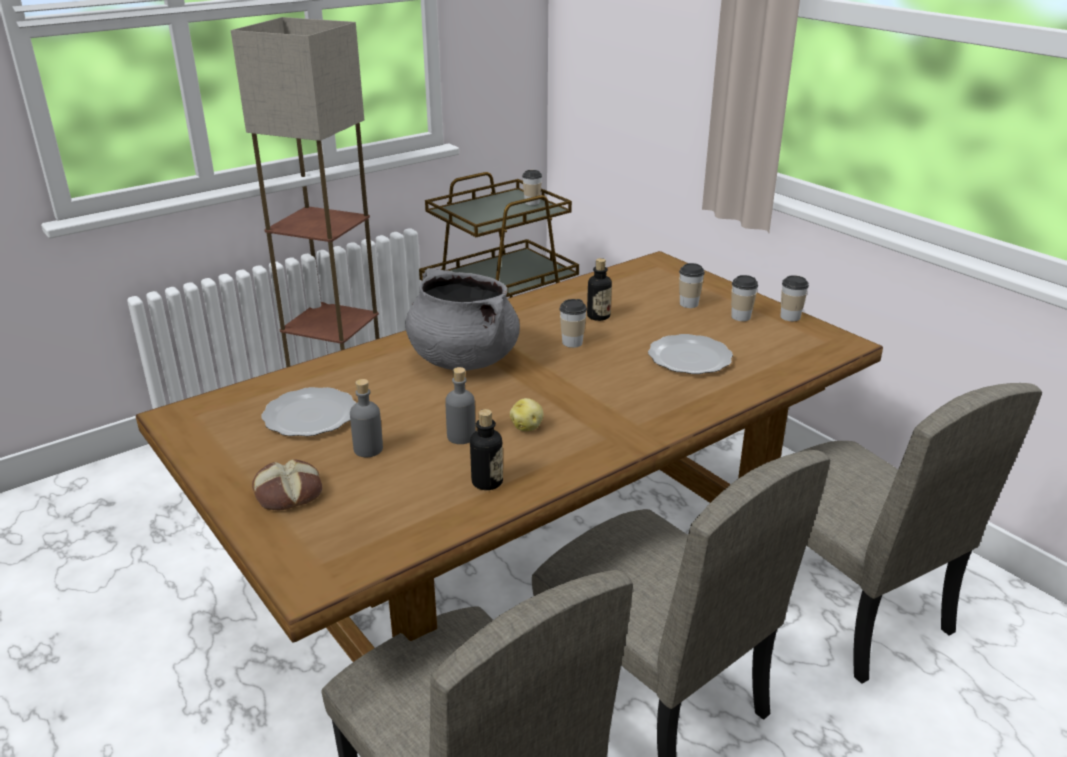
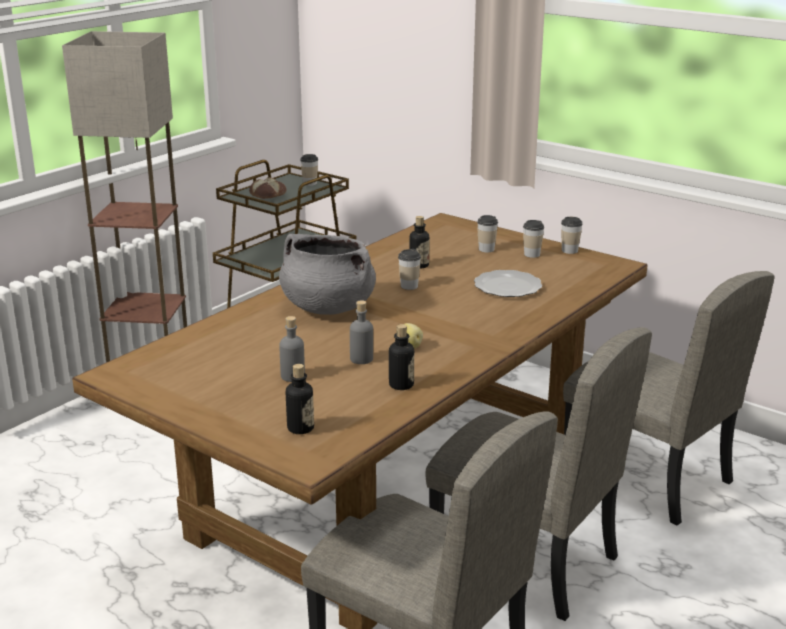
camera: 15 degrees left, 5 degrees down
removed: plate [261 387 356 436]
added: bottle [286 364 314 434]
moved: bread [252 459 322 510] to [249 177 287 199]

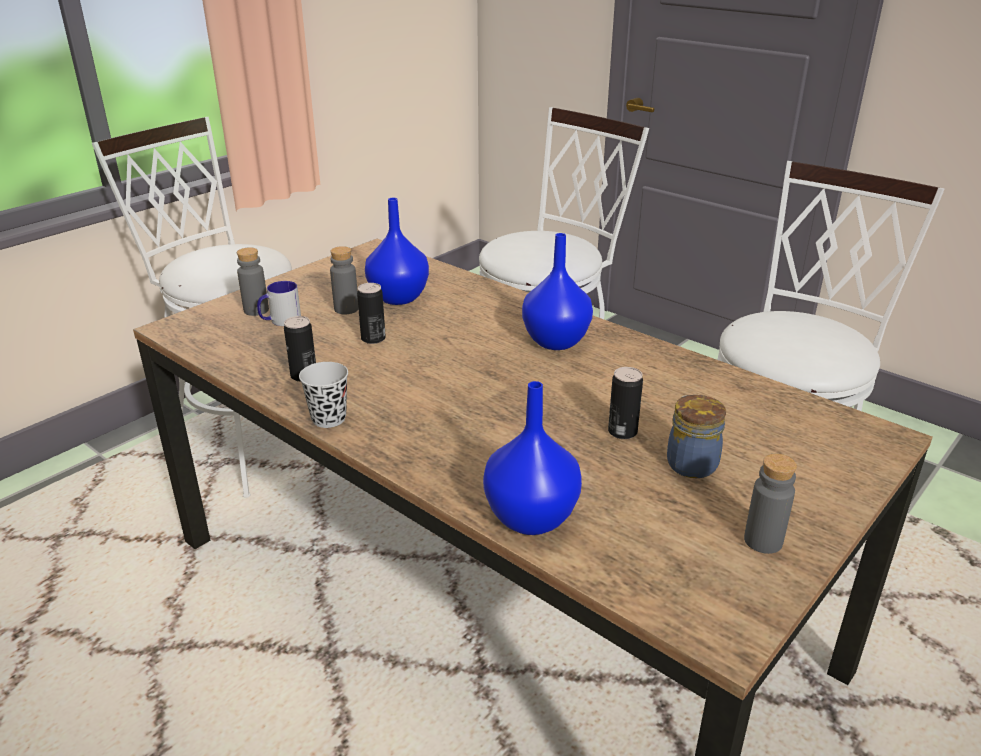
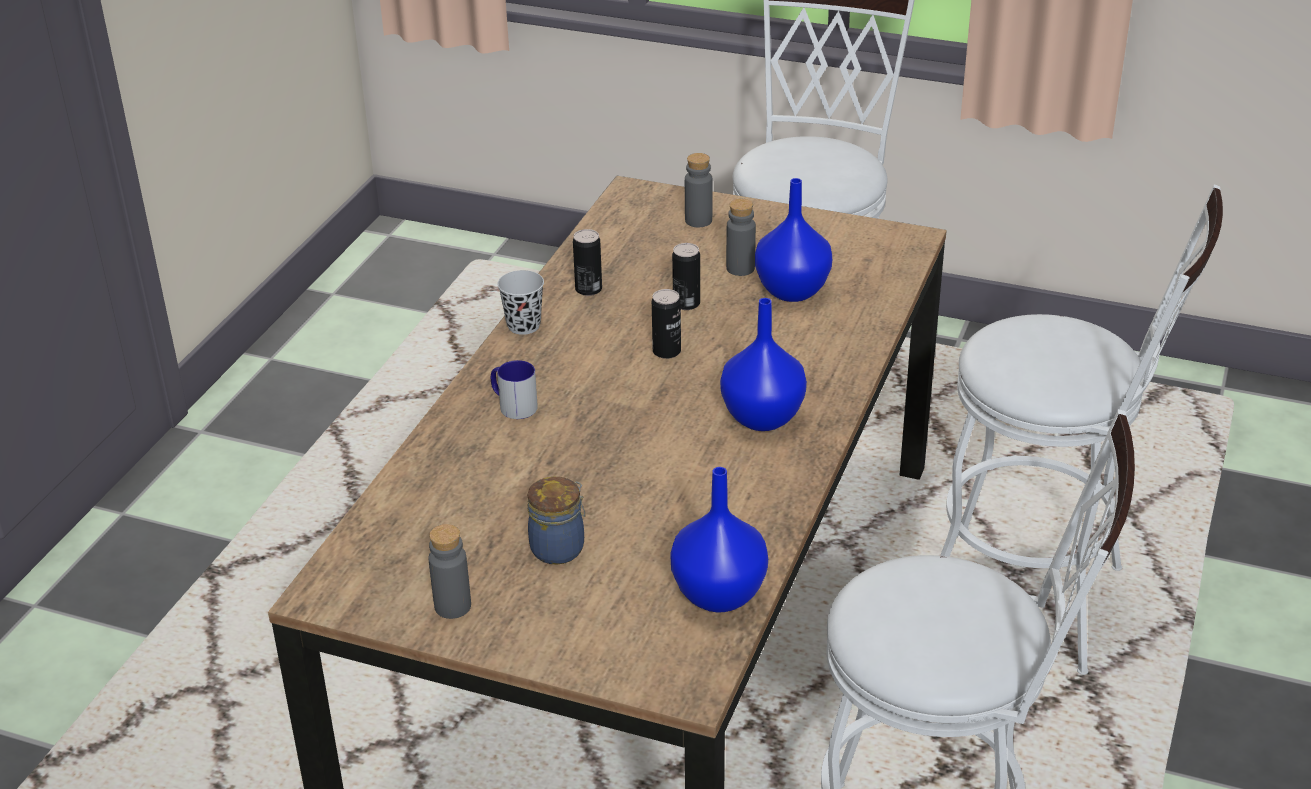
camera: 70 degrees right, 5 degrees up
moved: mug [257 281 301 326] to [491 360 538 419]; blue vase [483 381 582 535] to [670 467 768 612]; can [608 367 643 439] to [652 289 681 359]

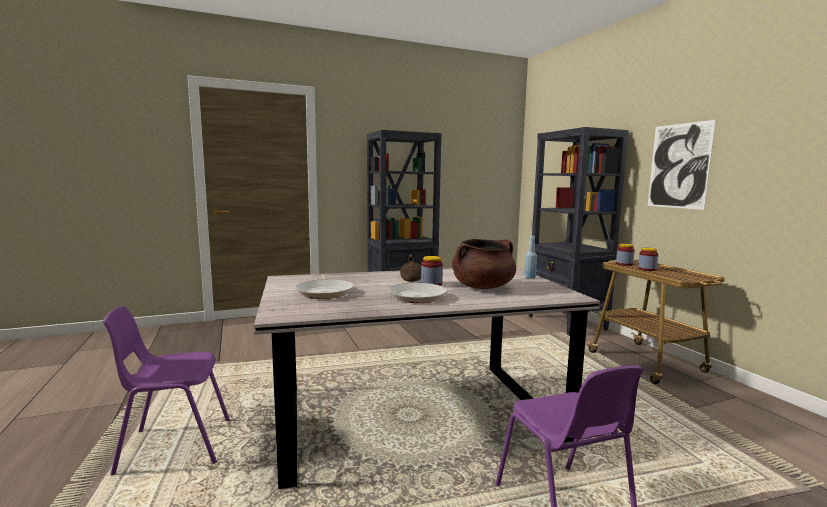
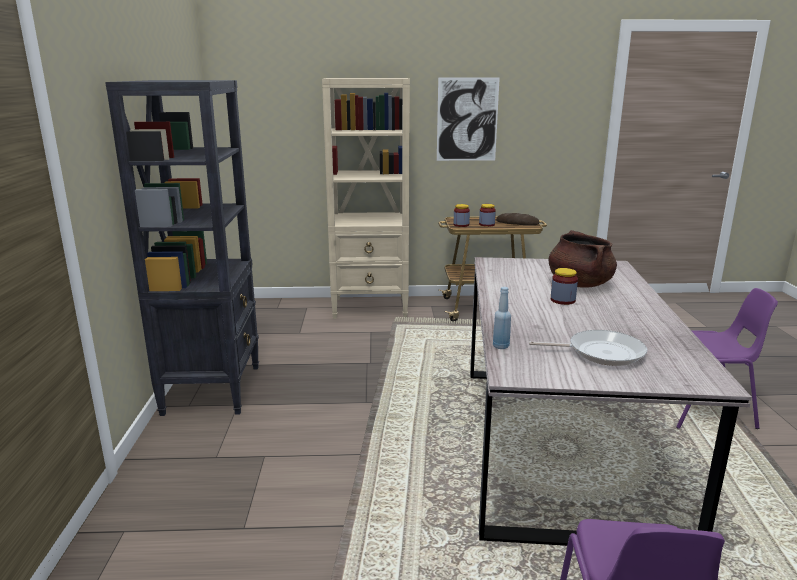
camera: 70 degrees left, 10 degrees up
removed: frying pan [388 277 447 303]
moved: bread [400 262 421 282] to [496 213 539 225]; blue bottle [524 236 537 279] to [493 287 511 349]
recoloured: black bookcase [528 127 629 336] to beige bookcase [322 78 410 319]

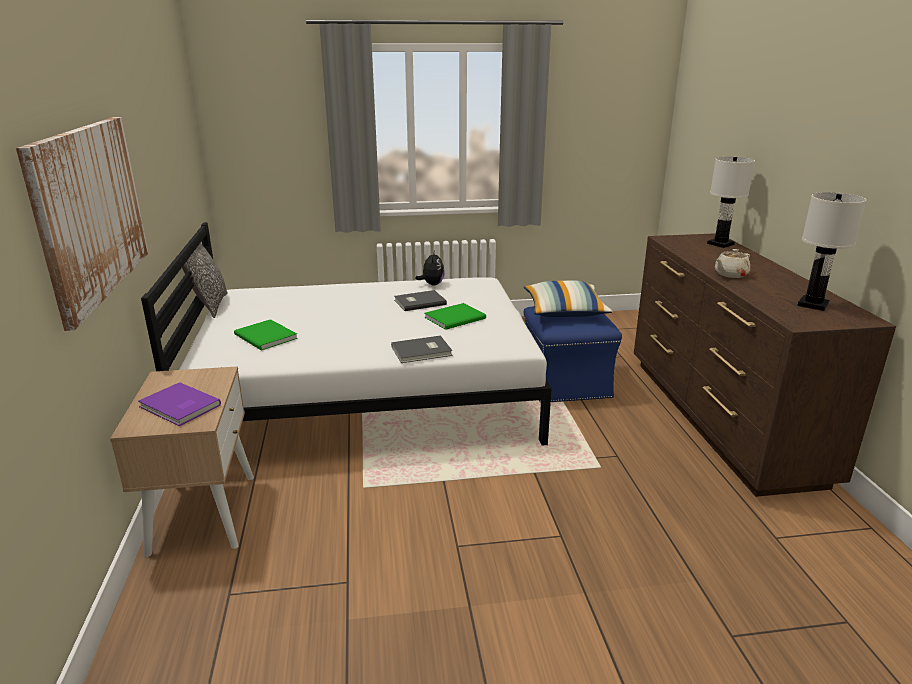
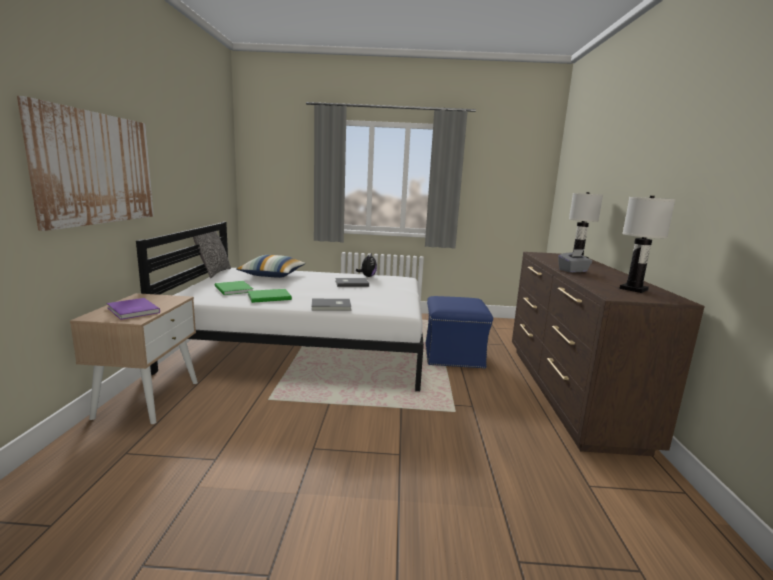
camera: 10 degrees right, 10 degrees down
moved: green book [424 303 486 330] to [248 289 292 303]; pillow [523 280 613 317] to [236 255 305 278]
replaced: beige teapot [715 249 750 278] to grey tissue box [558 249 592 273]

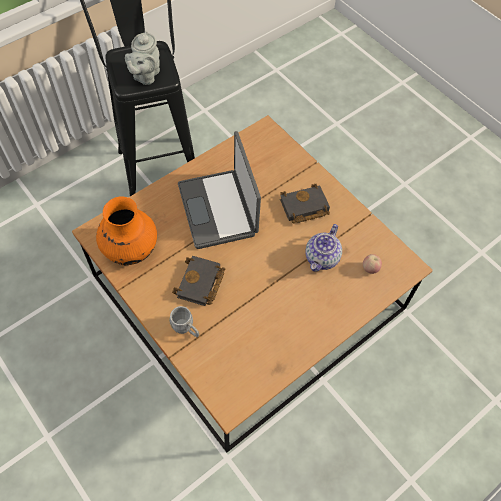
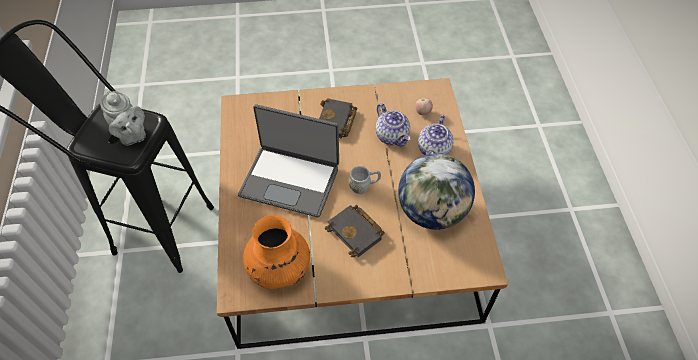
camera: 55 degrees left, 5 degrees down
added: globe [398 153 475 230]; teapot [418 115 454 155]
moved: grey mug [169 306 199 337] to [349 166 381 194]

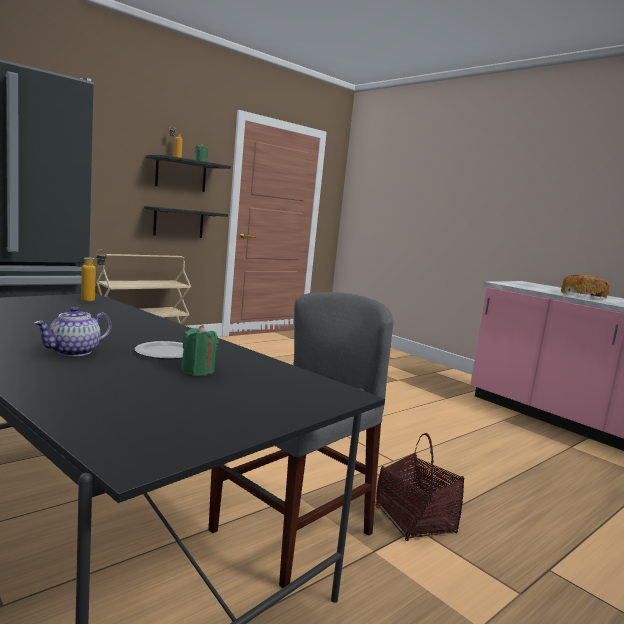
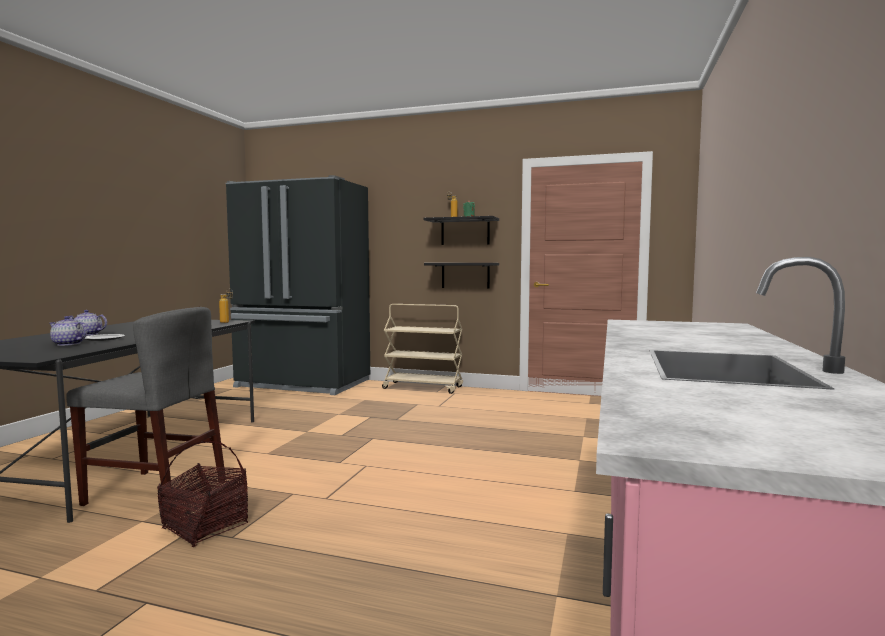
camera: 60 degrees right, 5 degrees down
removed: bread [561 275 609 298]
replaced: green candle [181 325 219 376] to teapot [49 316 87 346]

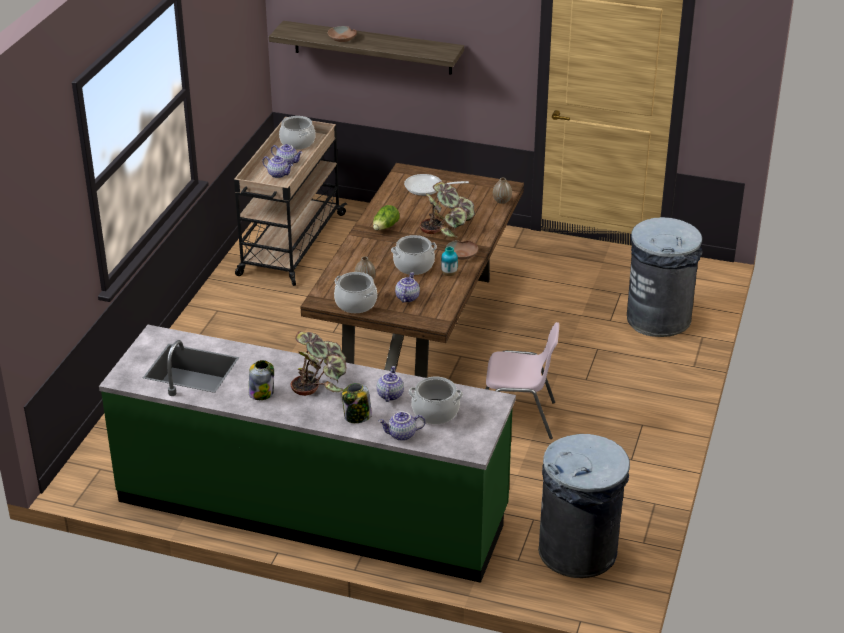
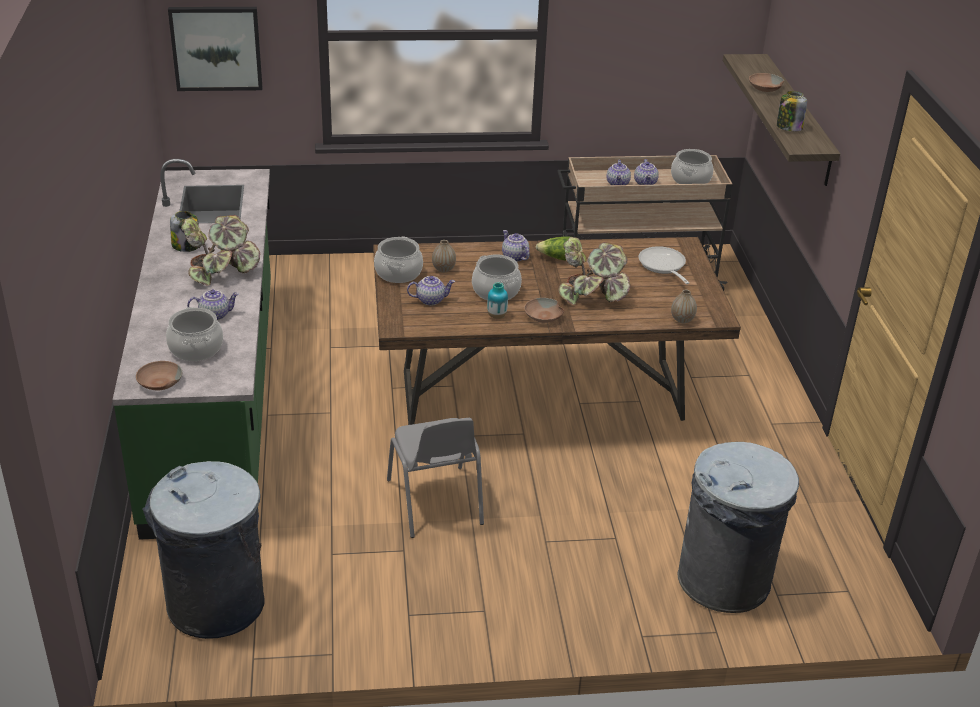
camera: 65 degrees right, 0 degrees up
added: brown bowl [136 361 182 390]; picture [168 7 263 91]
moved: jar [342 383 372 423] to [777 91 807 132]; teapot [378 412 425 441] to [502 230 530 262]
recoloured: pink chair [486 322 559 439] to grey chair [387 418 484 538]

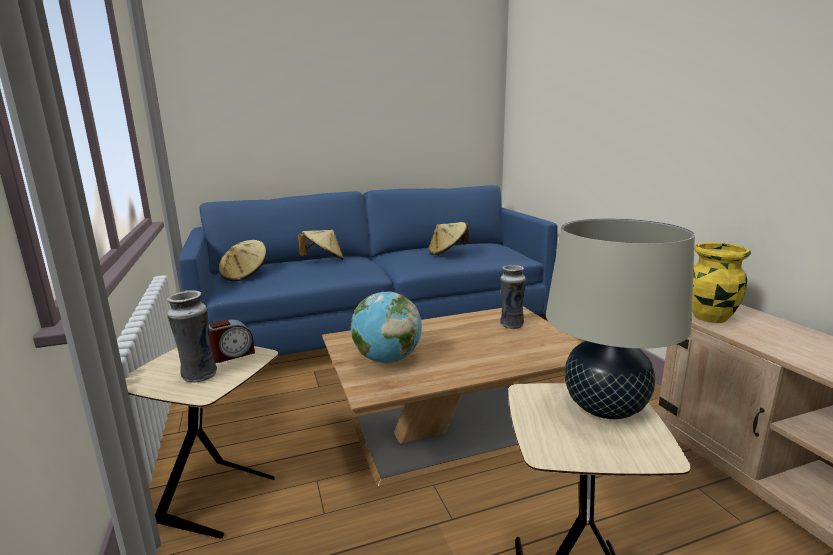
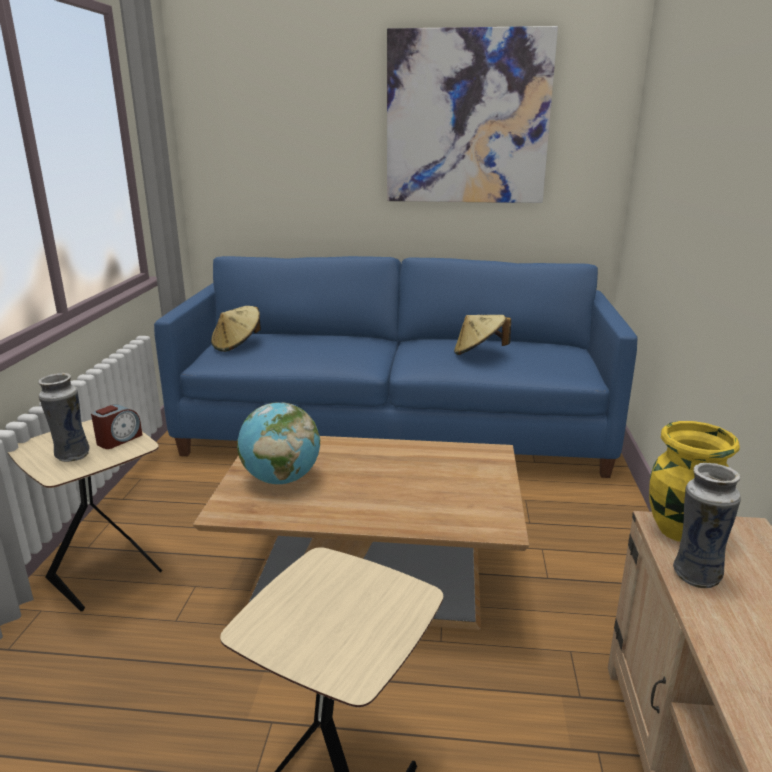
camera: 25 degrees right, 5 degrees up
removed: beige hat [298 230 344 260]; beige table lamp [546 219 695 419]
added: picture [387 26 558 203]
moved: vase [500 265 526 329] to [673 463 741 588]
turned: alarm clock [209 319 255 363] = [91 404 142 449] 45 degrees counterclockwise

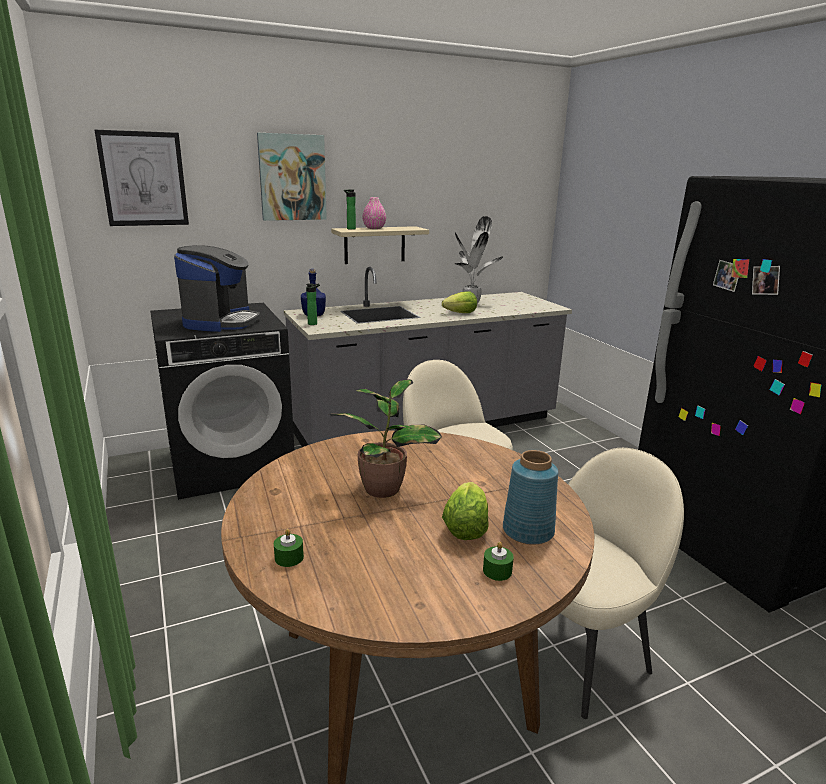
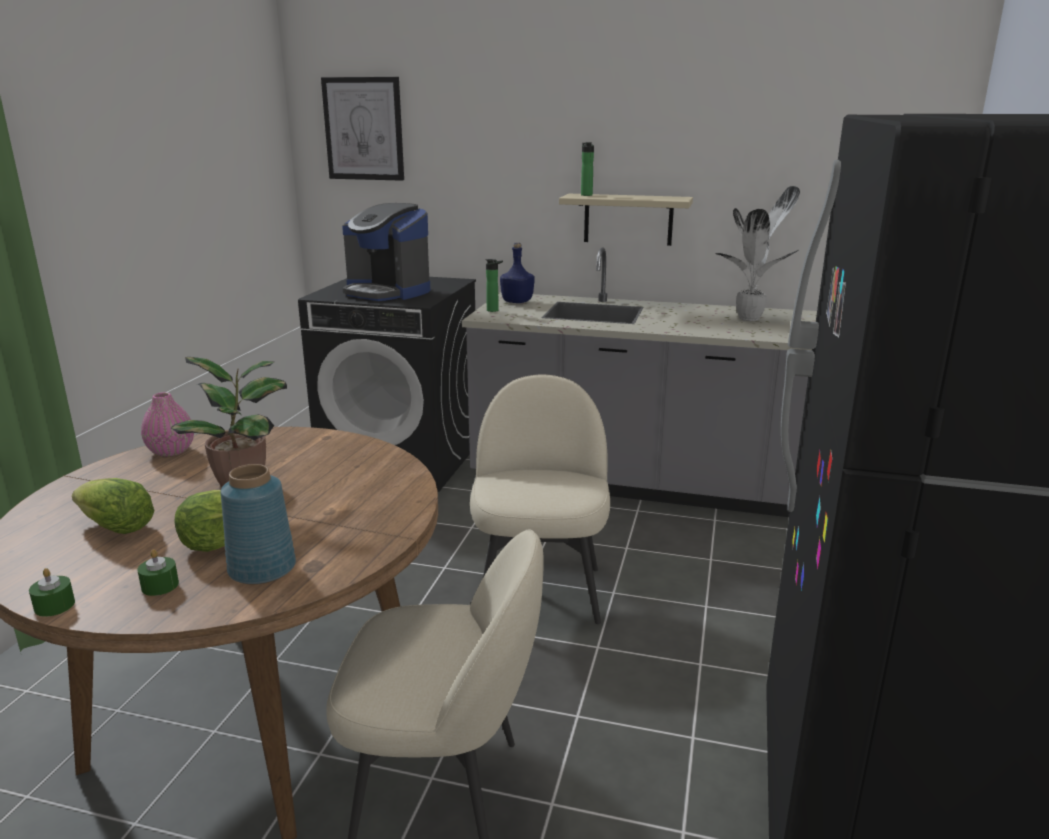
camera: 40 degrees right, 0 degrees up
removed: picture [257 133 327 221]
moved: green candle [274 529 304 567] to [29 568 75 617]; pink vase [362 197 386 229] to [141 392 194 457]; lettuce [442 291 477 313] to [72 478 155 534]
turned: coffee machine [174 245 260 332] = [342 203 430 301] 75 degrees clockwise

